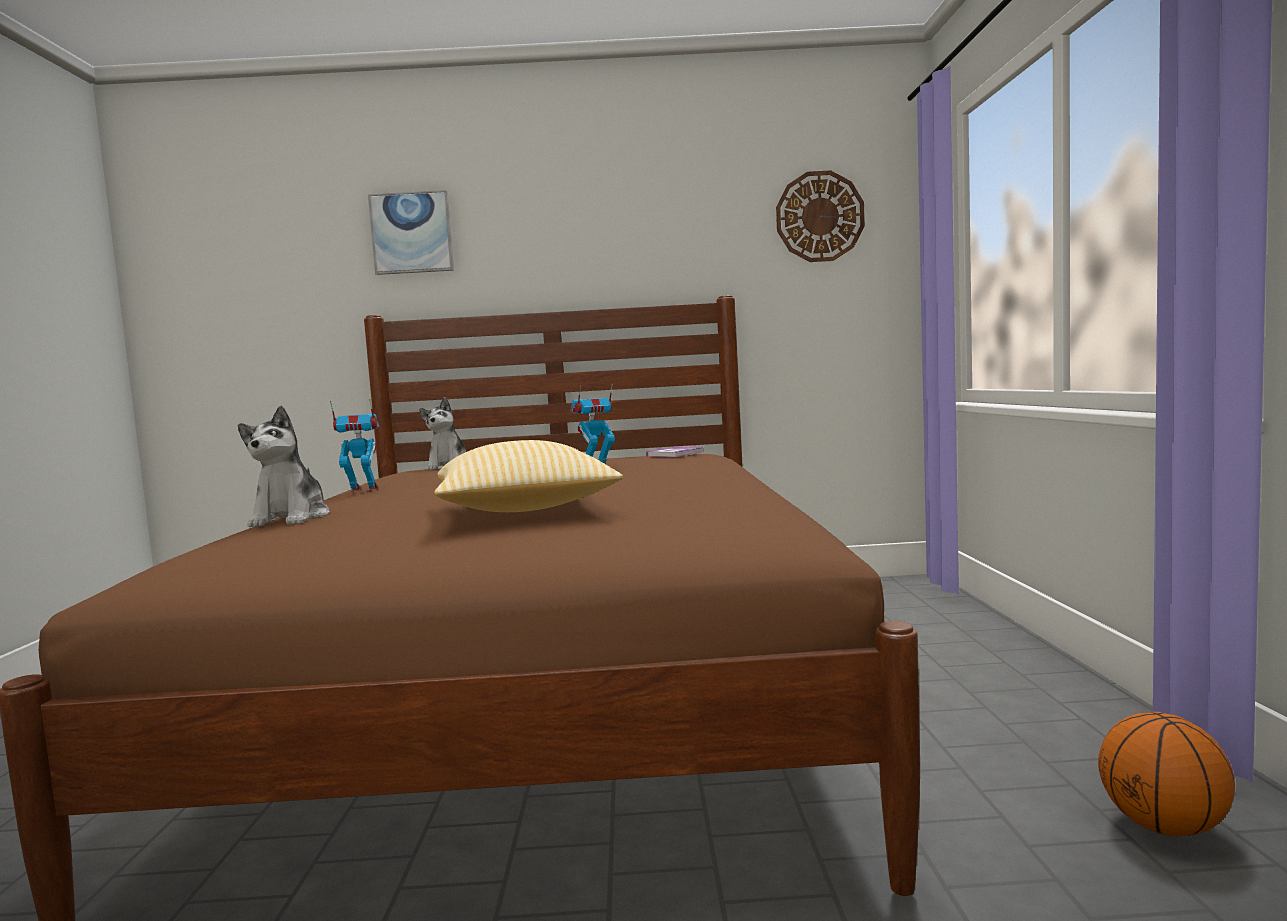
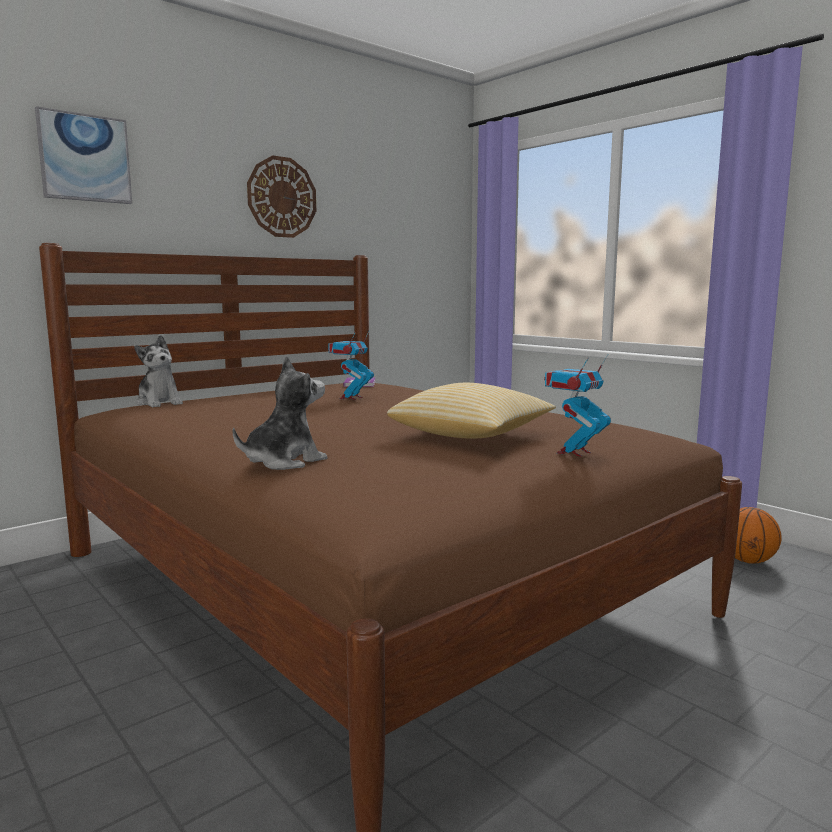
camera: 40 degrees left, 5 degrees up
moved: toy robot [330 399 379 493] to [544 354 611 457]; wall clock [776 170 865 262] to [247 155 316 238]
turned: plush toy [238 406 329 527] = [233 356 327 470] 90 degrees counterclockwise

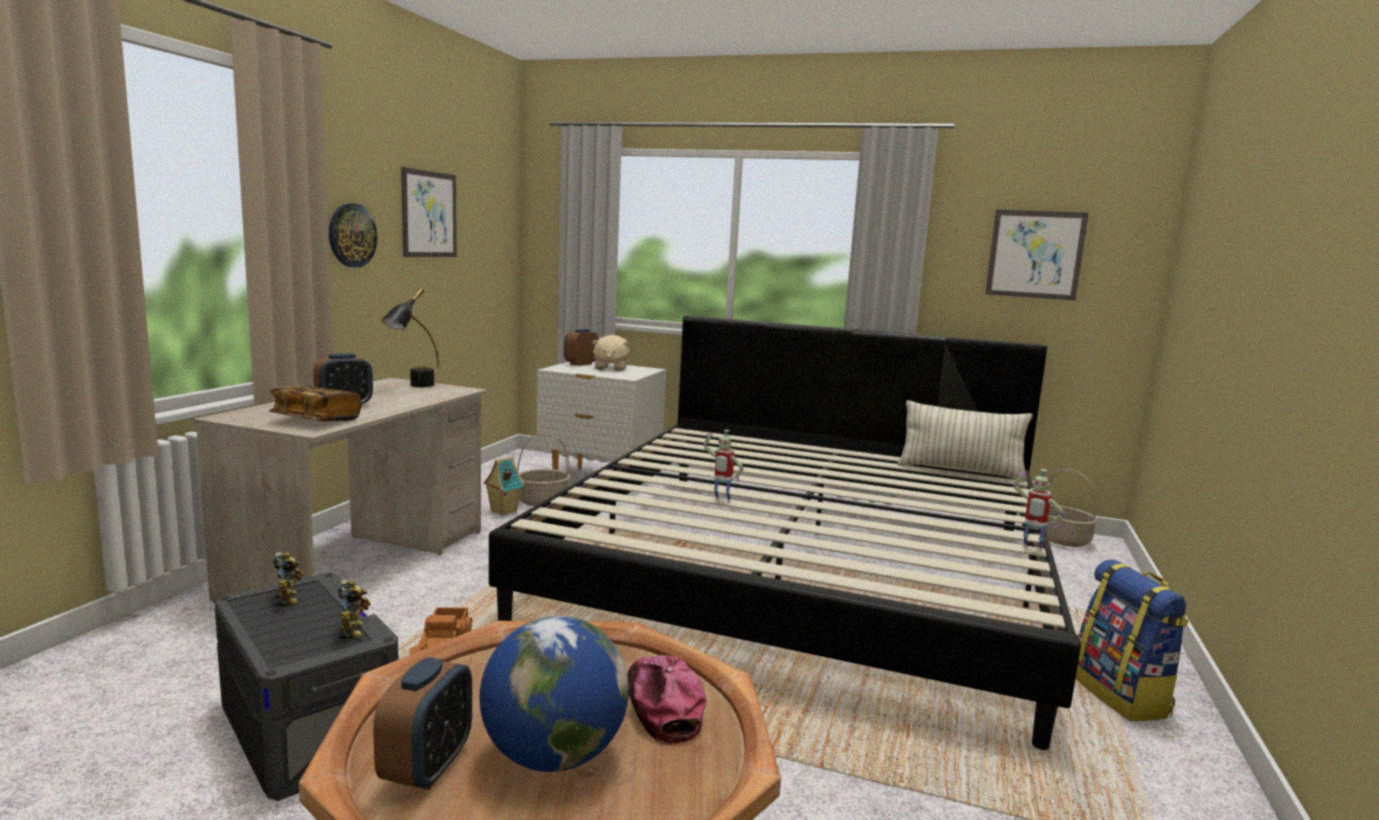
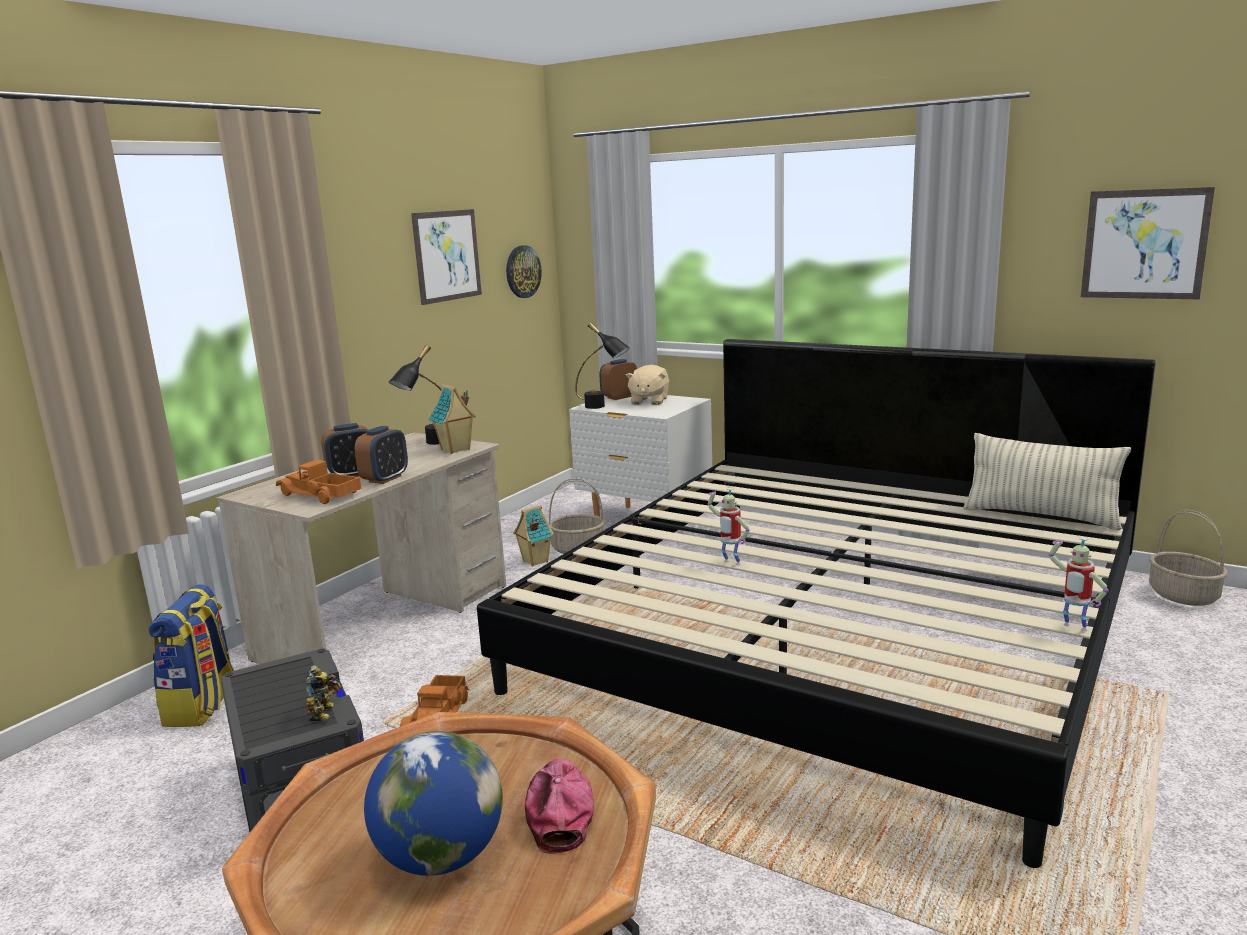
camera: 15 degrees right, 5 degrees up
removed: toy robot [273 552 304 607]
added: toy house [429 384 476 454]; black table lamp [575 323 630 409]
moved: wall clock [329 203 377 267] to [506 245 542 298]; alarm clock [373 657 472 790] to [355 426 408 484]; backpack [1076 560 1189 721] to [149 584 234 727]
replaced: book [269 386 361 421] to toy truck [276 460 362 504]

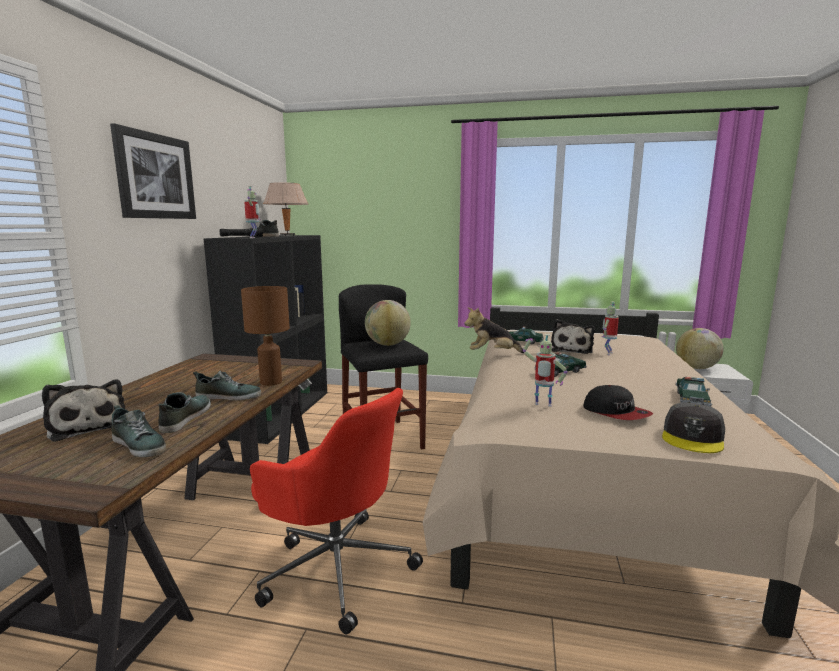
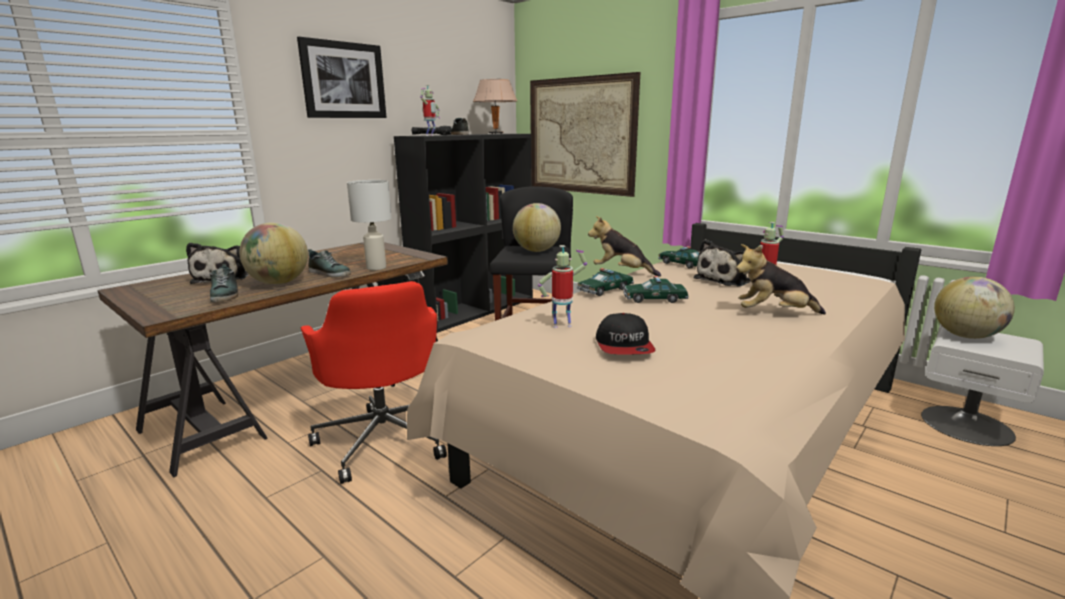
camera: 30 degrees right, 5 degrees up
removed: grey cap [662 402 725 453]
added: picture [530 72 640 197]; plush toy [736 244 826 315]
moved: toy car [676 377 712 407] to [577 268 634 296]
replaced: shoe [158 392 211 433] to globe [239 222 308 285]
recoloured: brown table lamp [241 286 290 386] to white table lamp [347 180 392 270]
turned: toy robot [523 334 568 407] = [538 245 587 328] 120 degrees clockwise

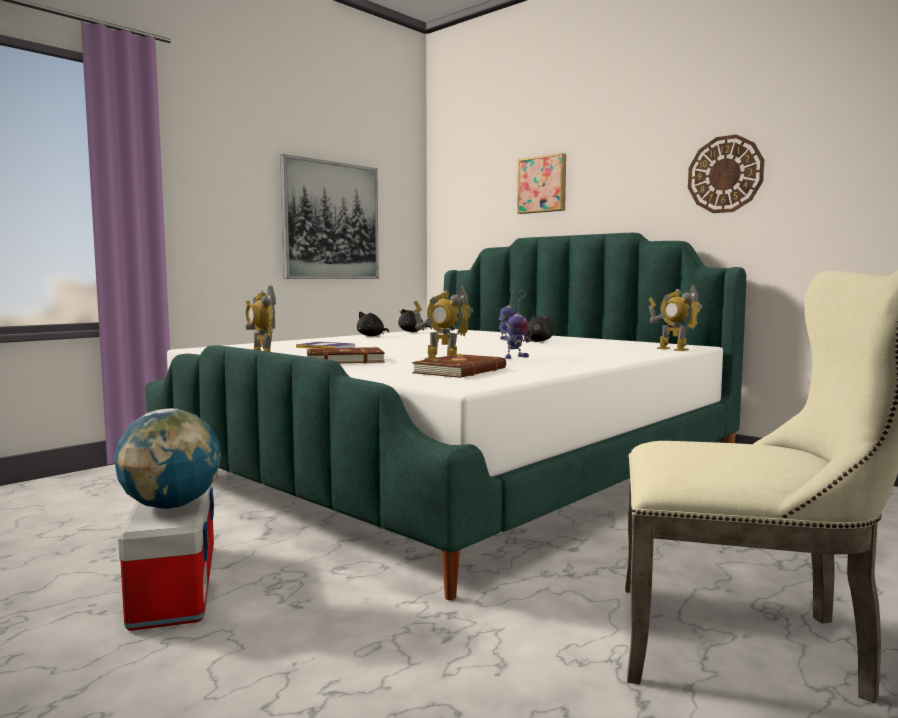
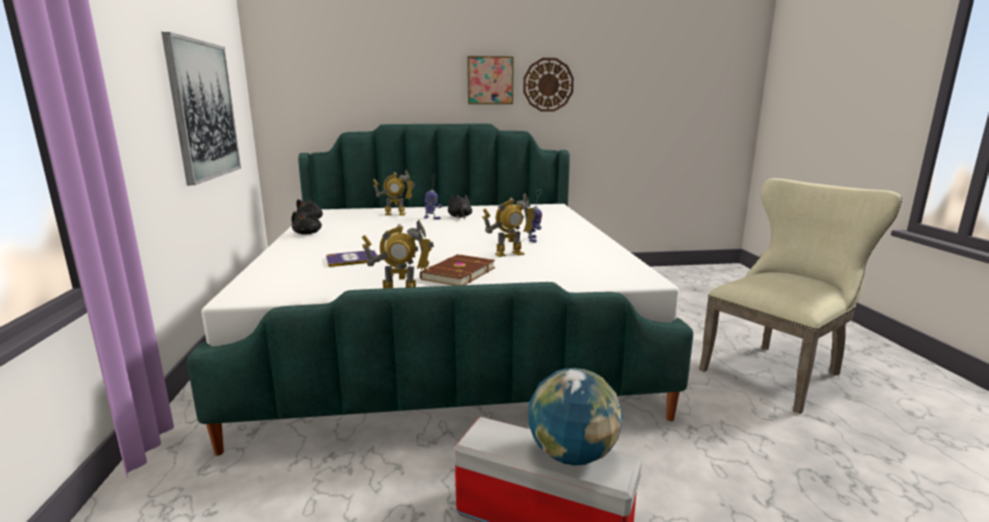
camera: 50 degrees left, 10 degrees up
removed: brown book [412 354 506 378]
moved: picture [517 153 566 214] to [467 56 514 104]; toy robot [648 285 702 351] to [373 170 415 216]

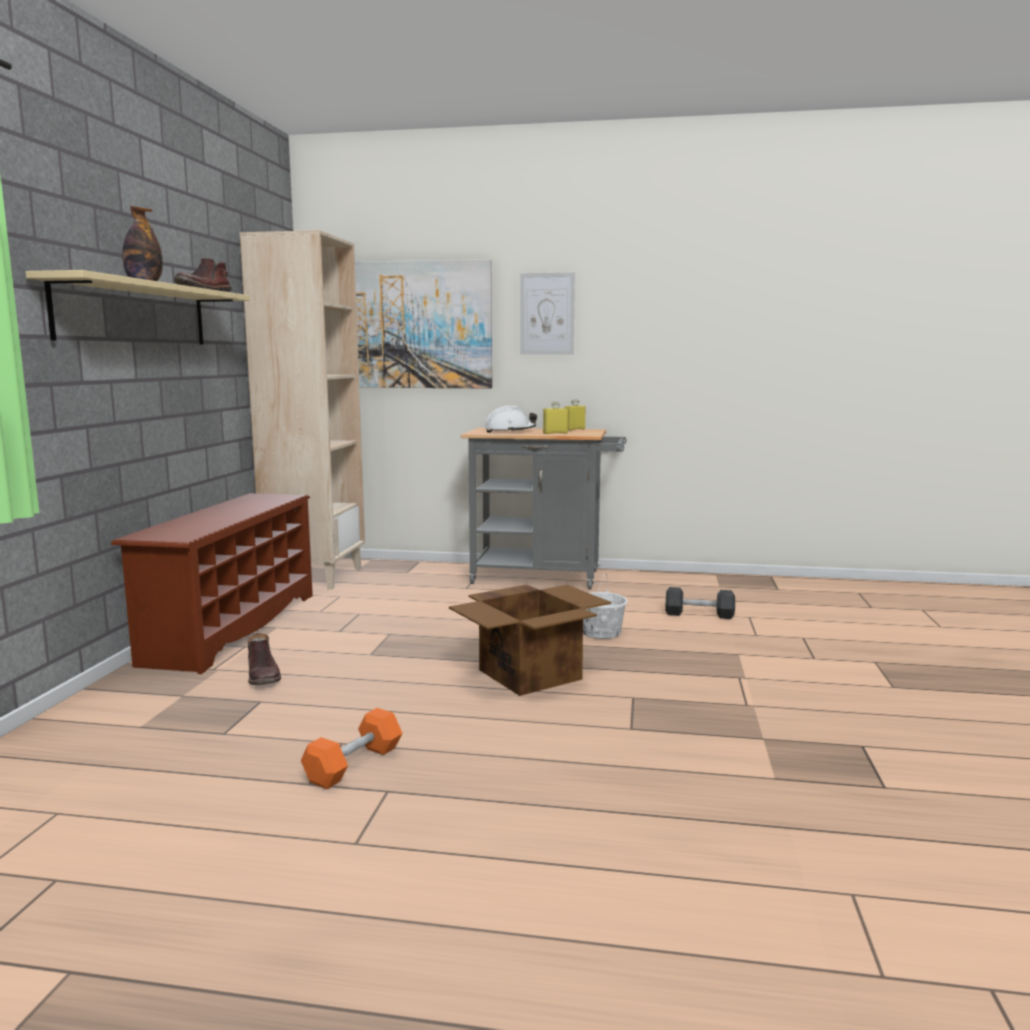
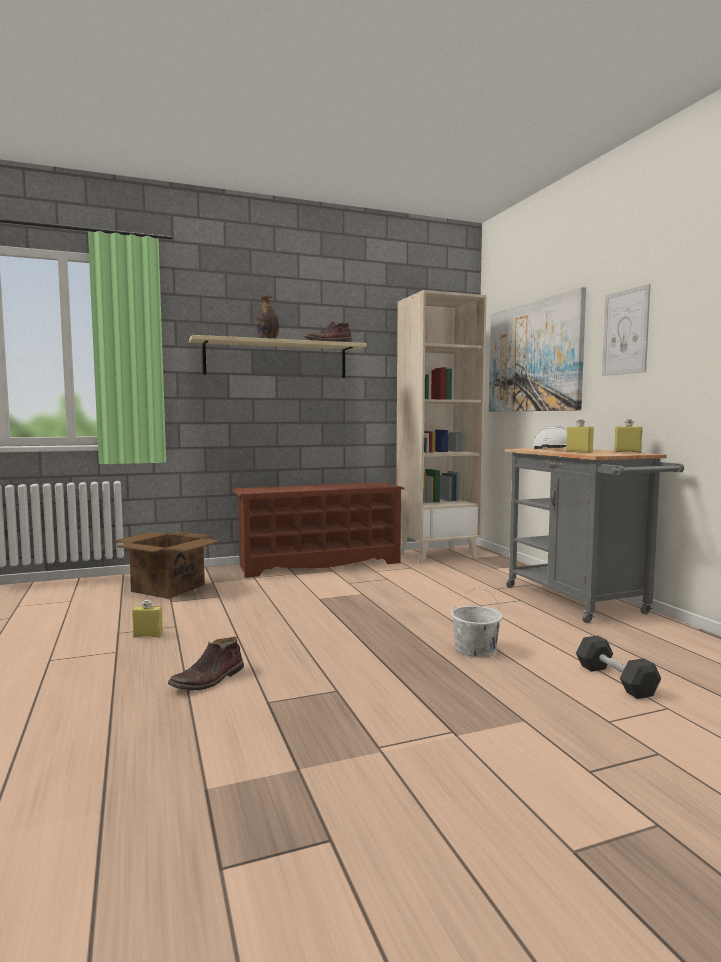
camera: 60 degrees right, 5 degrees down
moved: brown boot [248 633 281 685] to [168 636 244 690]; cardboard box [449 585 611 696] to [113 532 221 599]
replaced: orange dumbbell [301 708 403 789] to yellow bottle [132 600 163 638]

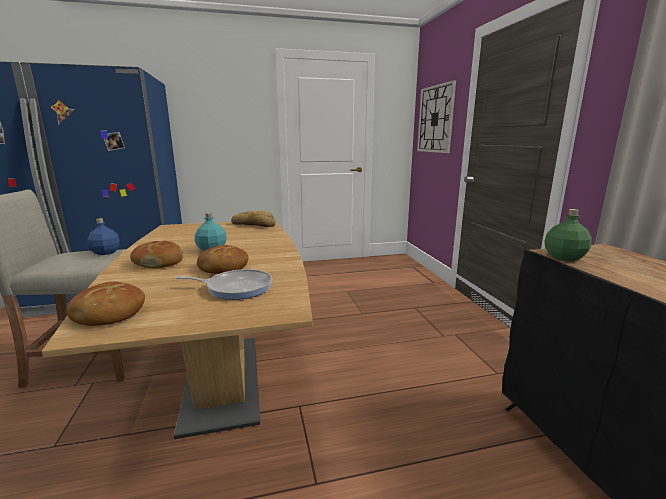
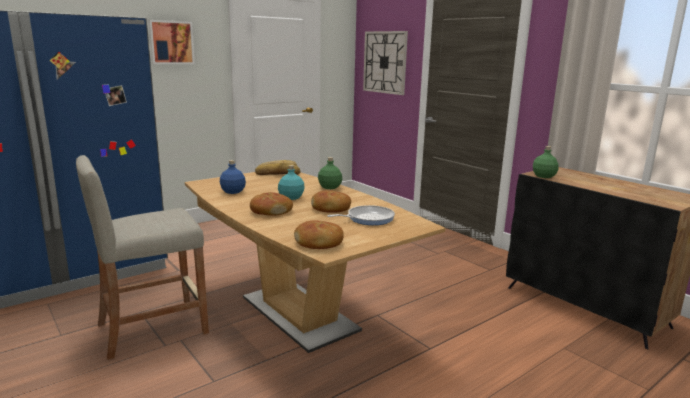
camera: 25 degrees left, 0 degrees up
added: picture [148 20 195 64]; green bottle [318 157 342 189]
moved: blue bottle [87 218 120 255] to [220 160 246 194]

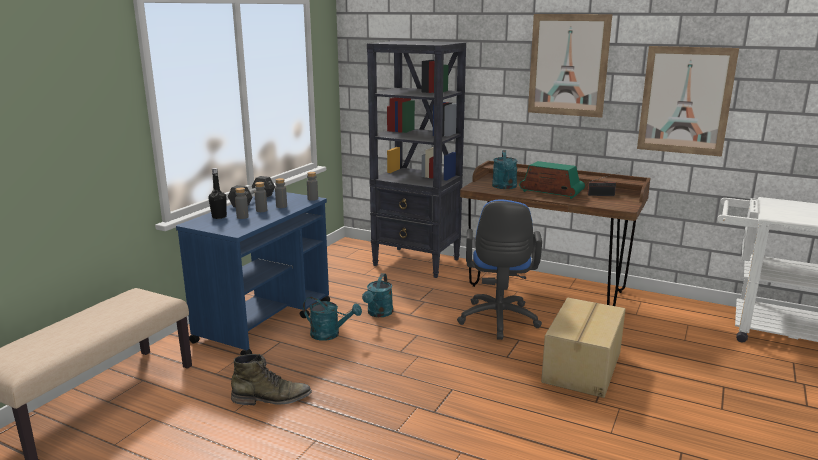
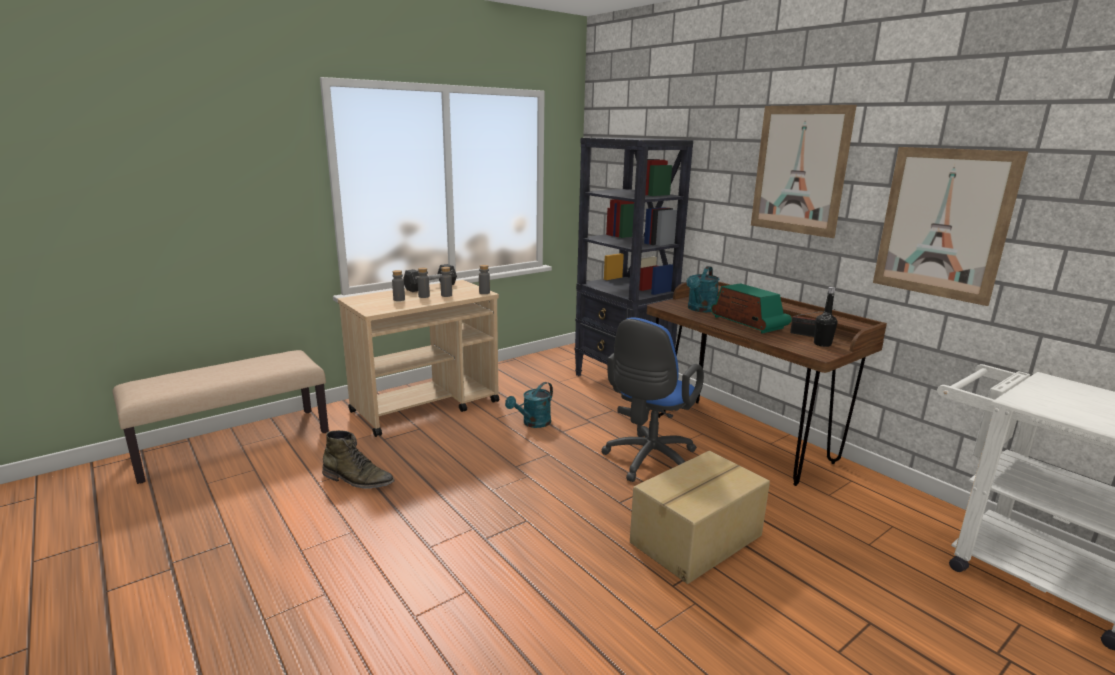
camera: 25 degrees right, 0 degrees up
removed: turquoise watering can [303 297 362 341]
moved: black bottle [208 168 227 219] to [814 287 837 347]
recoloured: blue cart [176 190 330 355] to beige cart [338 280 499 437]

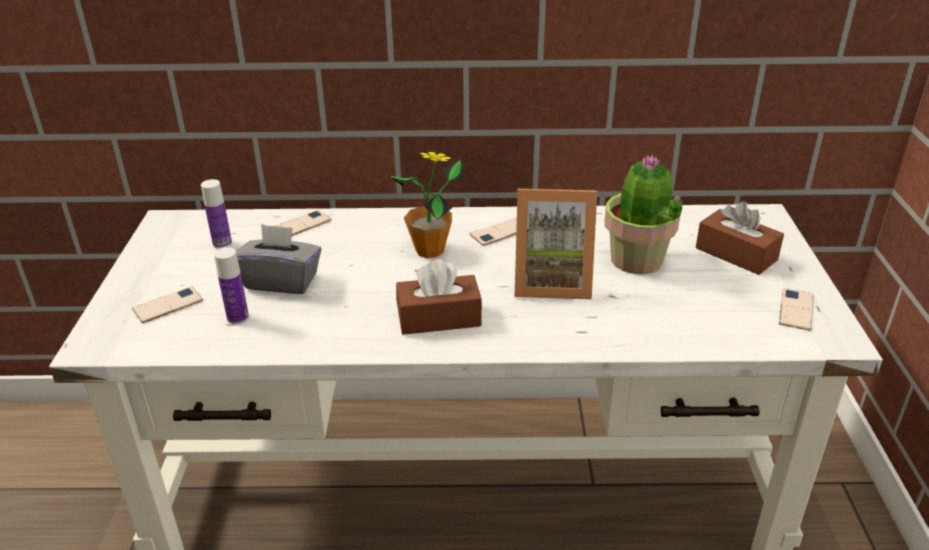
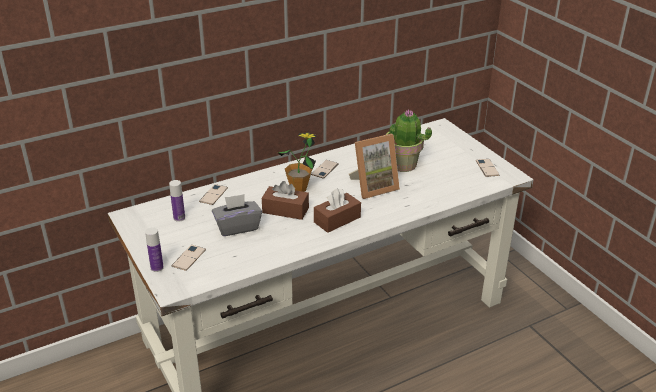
camera: 30 degrees left, 0 degrees up
moved: bottle [214 247 249 324] to [145 227 164 272]; brown tissue box [696 201 784 275] to [262 181 309 220]

